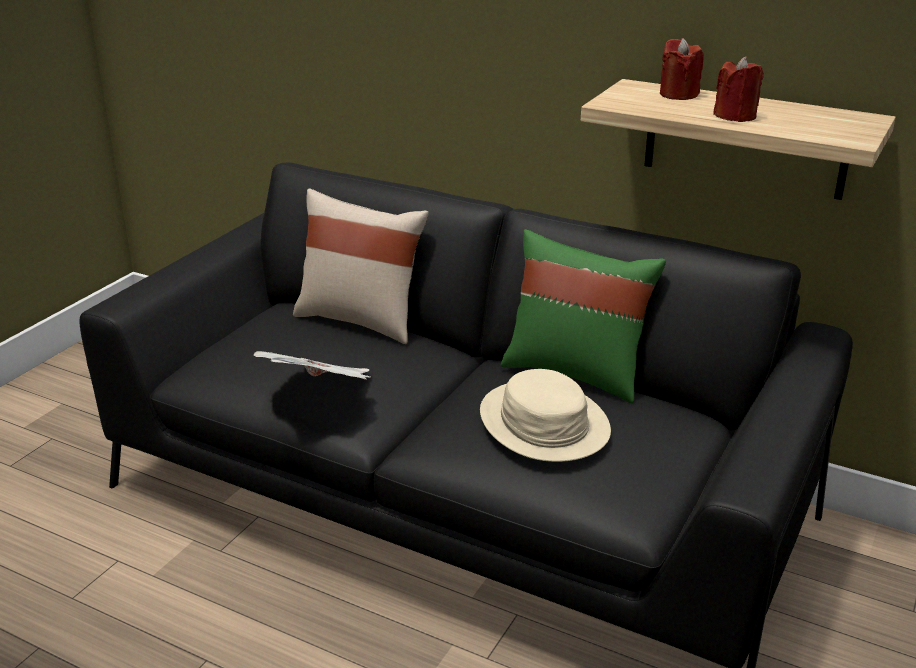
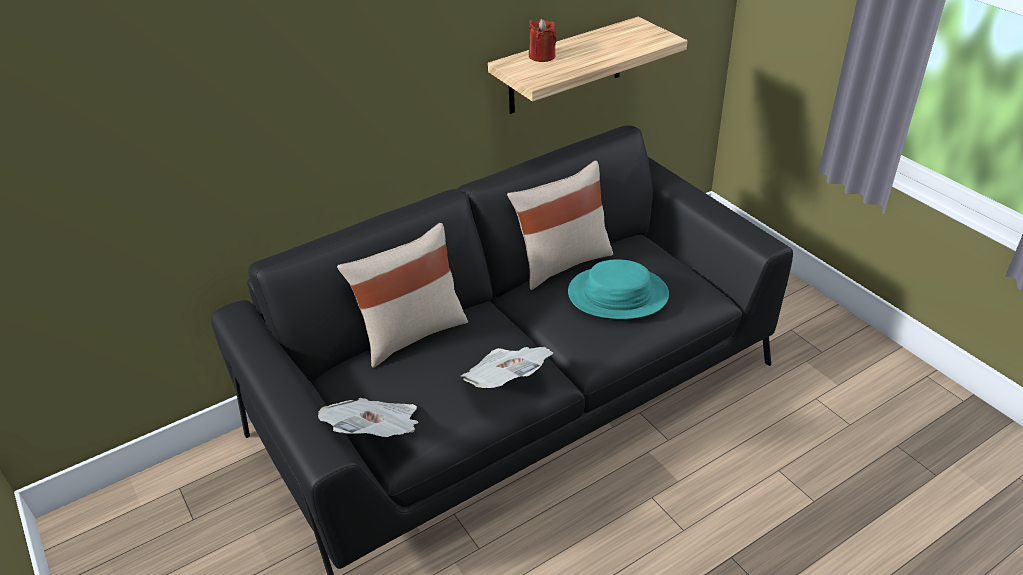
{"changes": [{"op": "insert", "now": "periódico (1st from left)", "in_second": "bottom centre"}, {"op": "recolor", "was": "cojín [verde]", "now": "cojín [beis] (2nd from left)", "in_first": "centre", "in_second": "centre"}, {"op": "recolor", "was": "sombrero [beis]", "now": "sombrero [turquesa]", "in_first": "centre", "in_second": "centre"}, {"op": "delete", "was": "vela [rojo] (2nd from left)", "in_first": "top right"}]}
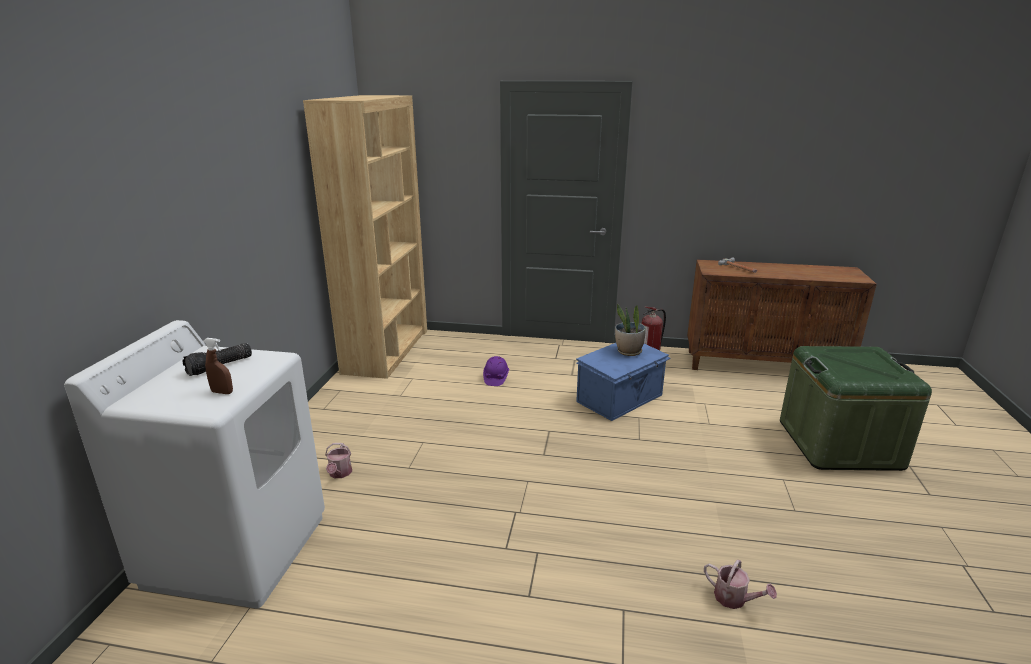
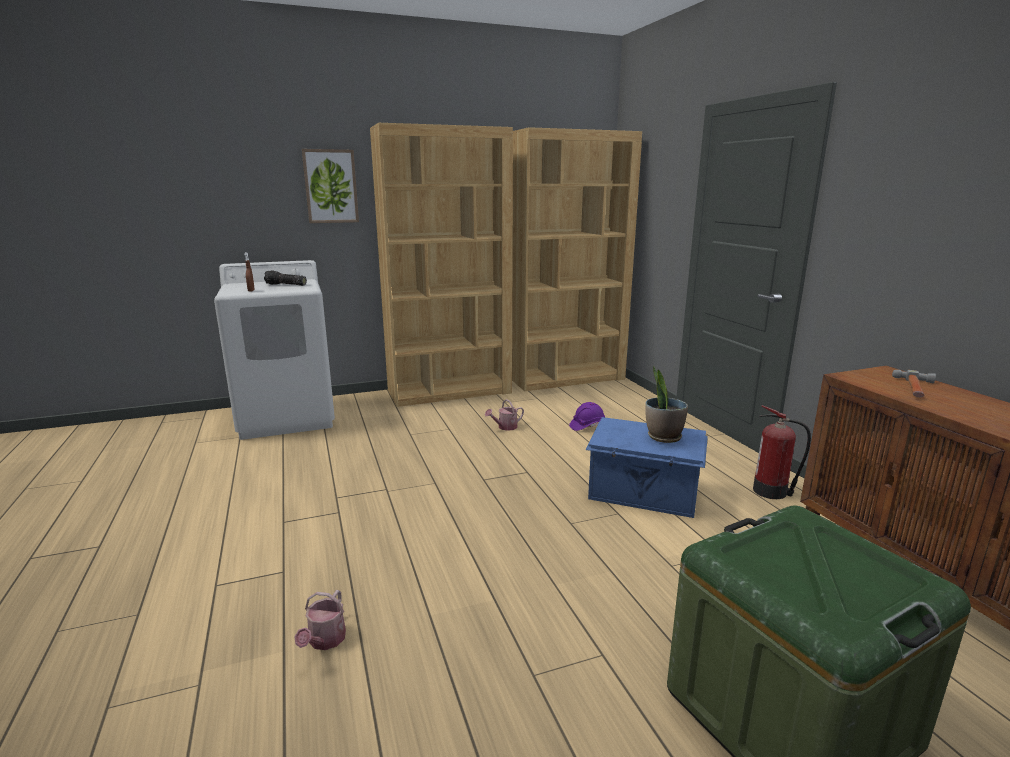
{"changes": [{"op": "insert", "now": "cuadro", "in_second": "top left"}, {"op": "insert", "now": "estantería [marrón] (1st from left)", "in_second": "centre"}, {"op": "move", "was": "regadera (1st from left in the first image)", "now": "regadera (2nd from left)", "in_first": "bottom left", "in_second": "centre"}]}
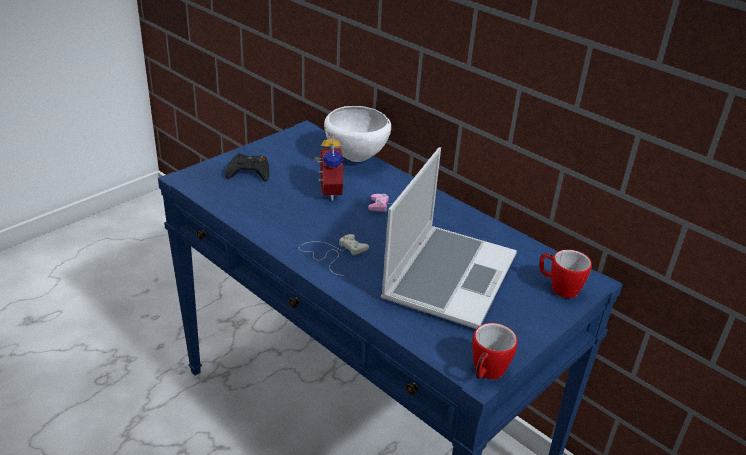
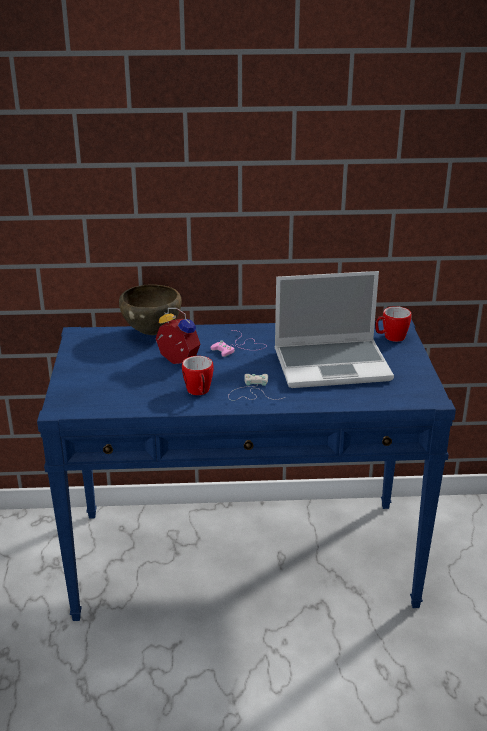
{"changes": [{"op": "recolor", "was": "cuenco [blanco]", "now": "cuenco [marrón]", "in_first": "top centre", "in_second": "middle left"}, {"op": "move", "was": "taza grande (1st from left)", "in_first": "bottom centre", "in_second": "centre"}, {"op": "rotate", "was": "portátil", "in_first": "centre", "in_second": "middle right", "clockwise": 105}, {"op": "delete", "was": "mando de consola [negro]", "in_first": "middle left"}]}
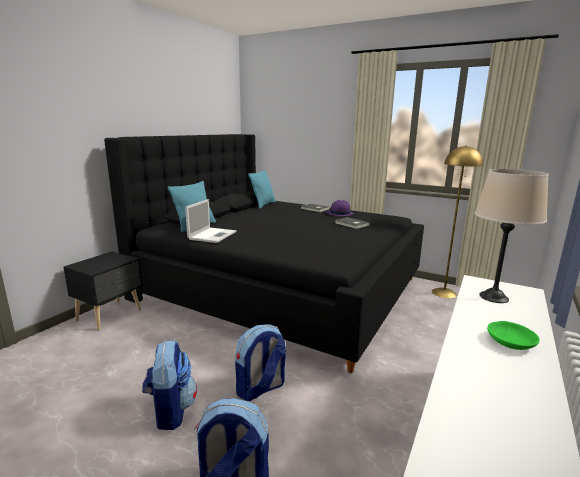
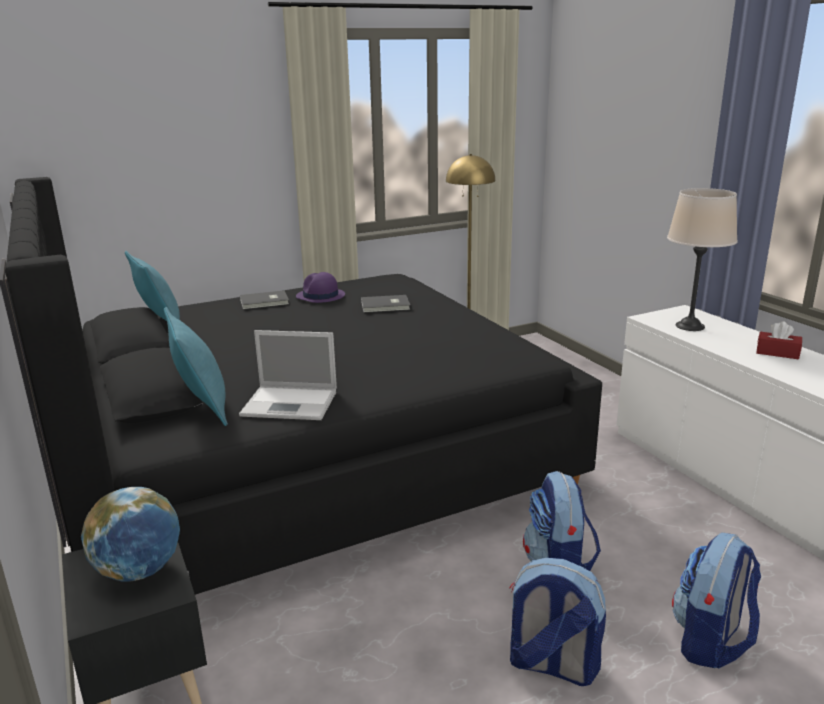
{"changes": [{"op": "insert", "now": "globo terráqueo", "in_second": "bottom left"}, {"op": "rotate", "was": "portátil", "in_first": "centre", "in_second": "centre", "clockwise": 135}, {"op": "replace", "was": "cuenco [verde]", "now": "caja de pañuelos [rojo]", "in_first": "bottom right", "in_second": "middle right"}]}
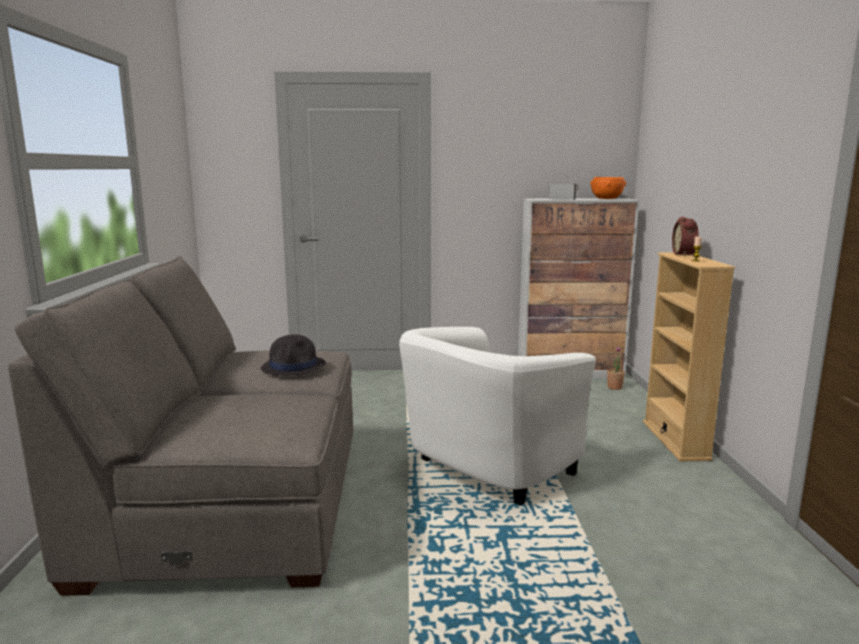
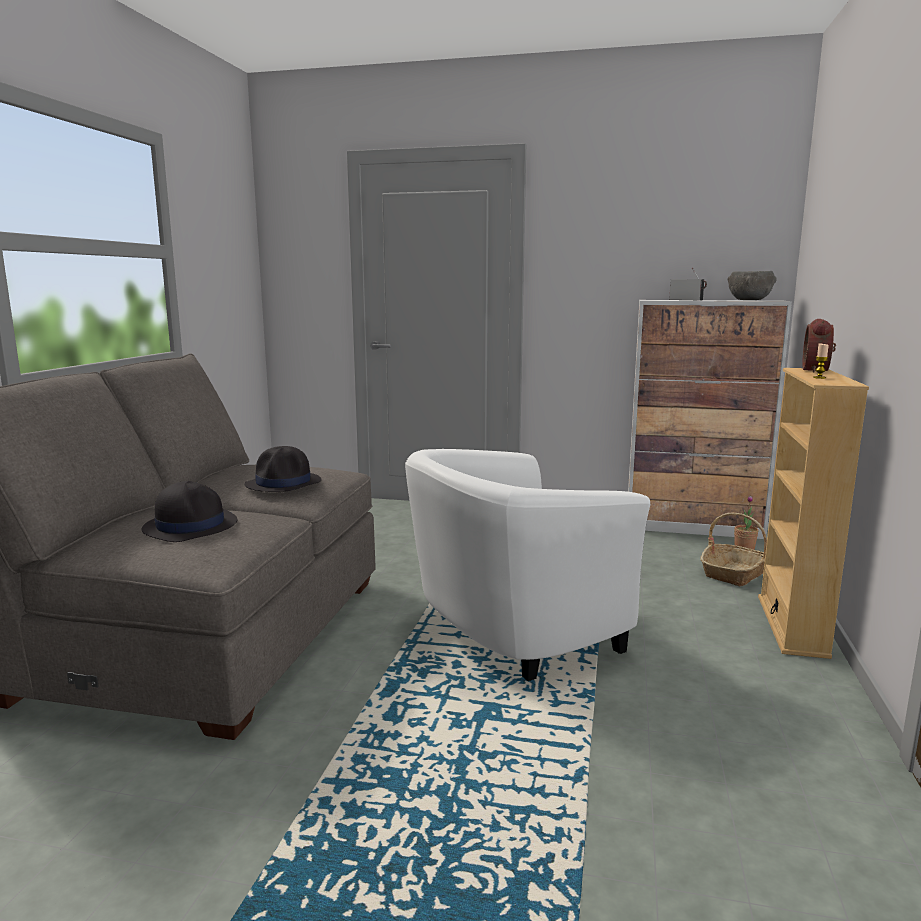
{"changes": [{"op": "insert", "now": "sombrero [negro] (1st from left)", "in_second": "middle left"}, {"op": "insert", "now": "cesta", "in_second": "middle right"}, {"op": "recolor", "was": "cuenco [naranja]", "now": "cuenco [gris]", "in_first": "top right", "in_second": "top right"}]}
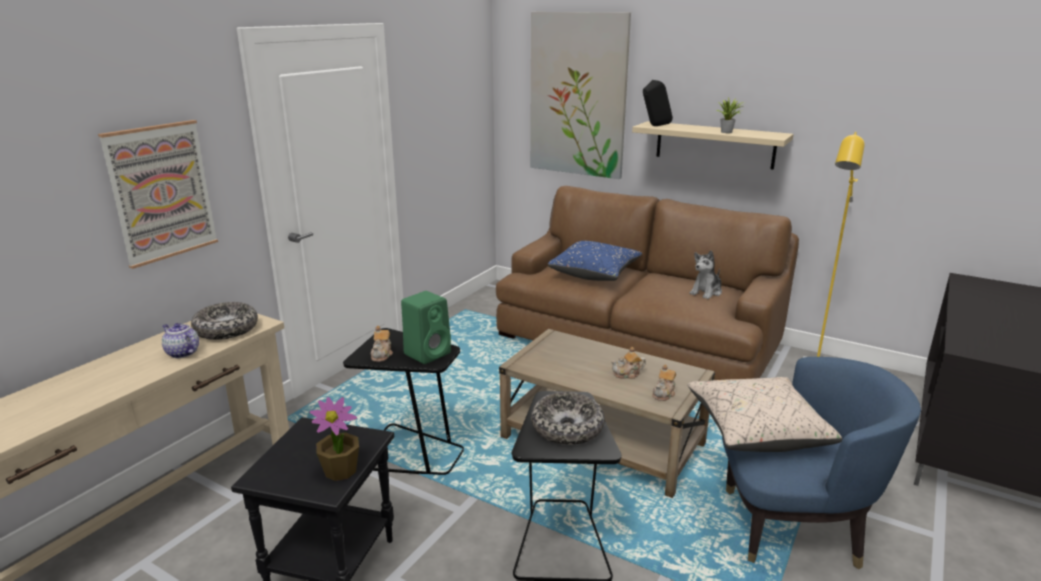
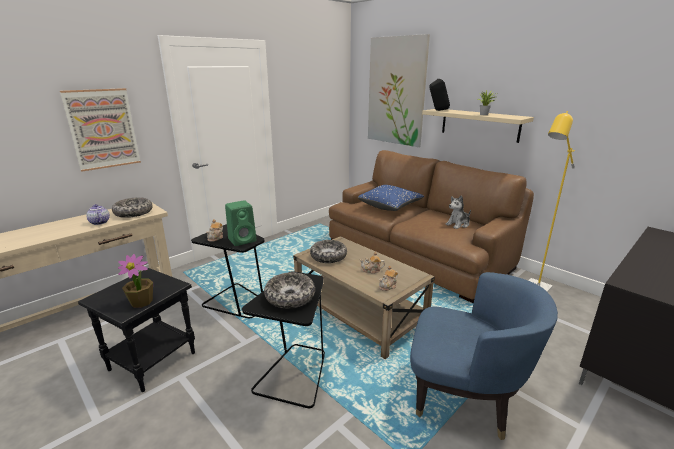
{"changes": [{"op": "insert", "now": "cuenco (3rd from left)", "in_second": "centre"}, {"op": "delete", "was": "cojín [beis]", "in_first": "bottom right"}]}
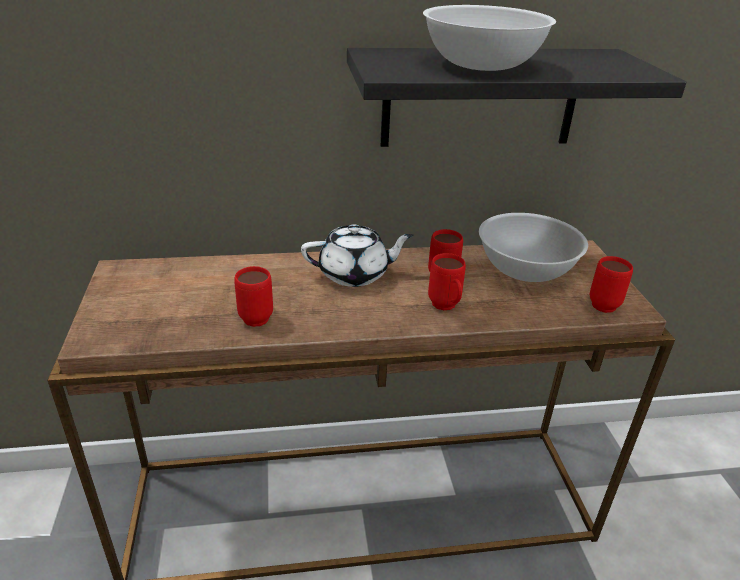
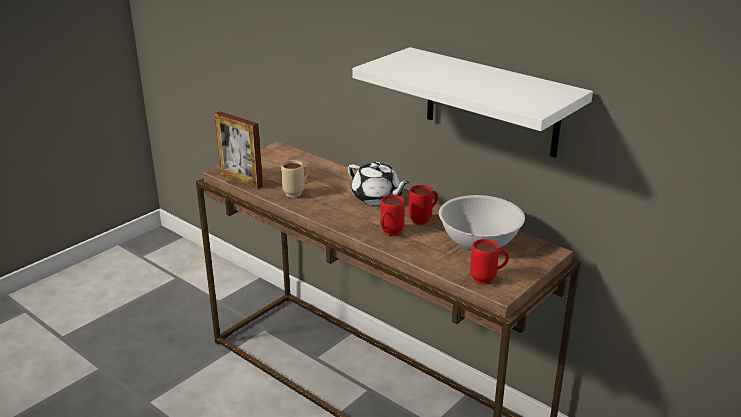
{"changes": [{"op": "insert", "now": "portarretratos", "in_second": "middle left"}, {"op": "recolor", "was": "taza grande [rojo] (1st from left)", "now": "taza grande [beis]", "in_first": "centre", "in_second": "centre"}, {"op": "recolor", "was": "estante [negro]", "now": "estante [blanco]", "in_first": "top right", "in_second": "top centre"}, {"op": "delete", "was": "cuenco [blanco] (1st from left)", "in_first": "top centre"}]}
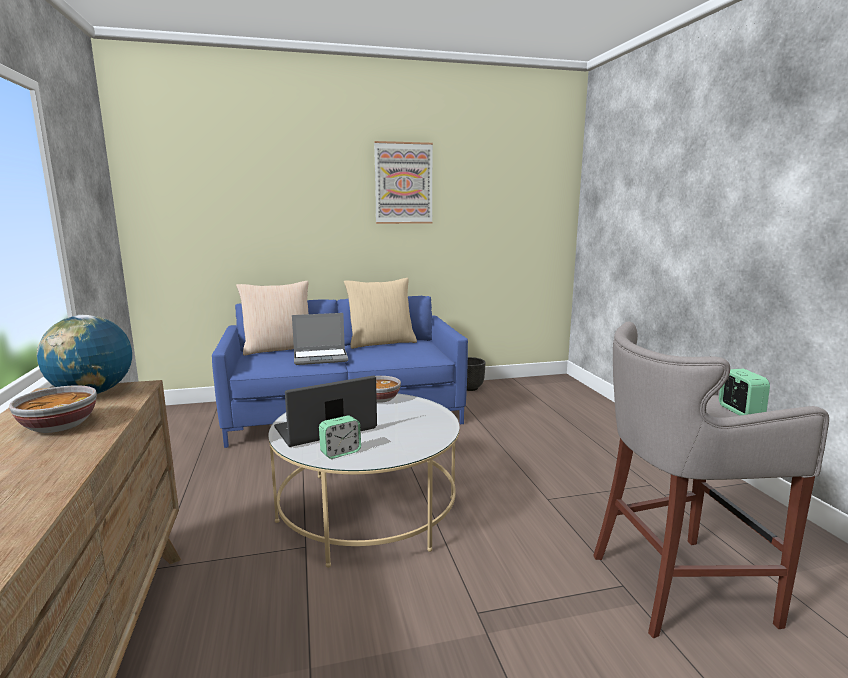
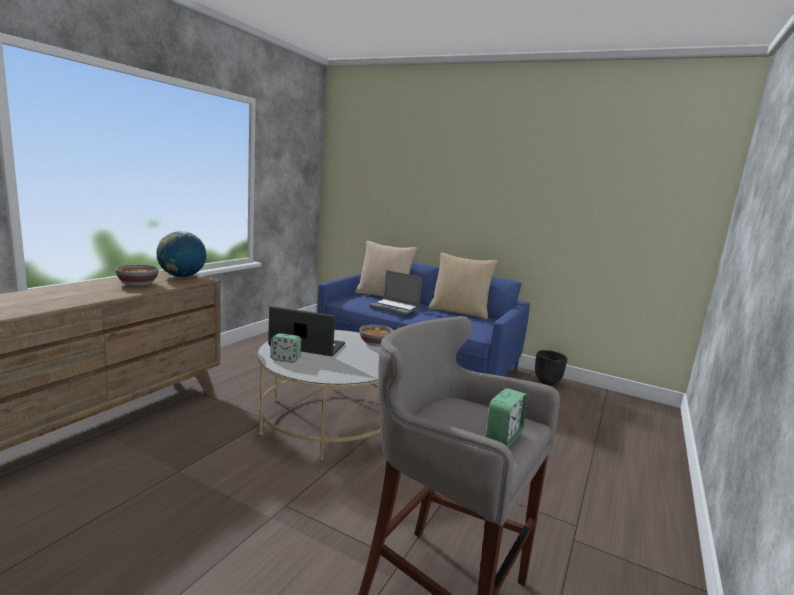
{"changes": [{"op": "delete", "was": "cuadro", "in_first": "top centre"}]}
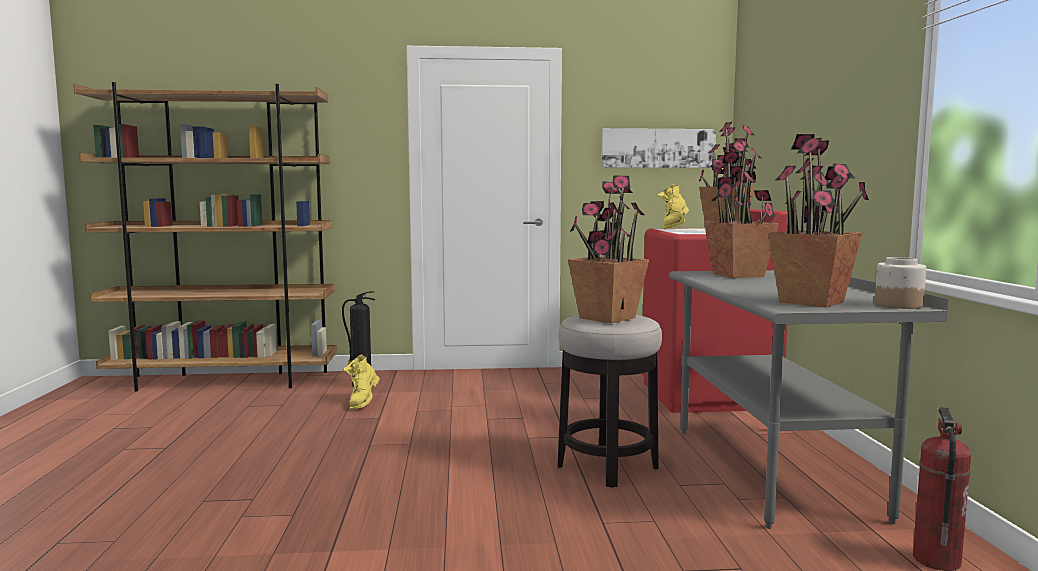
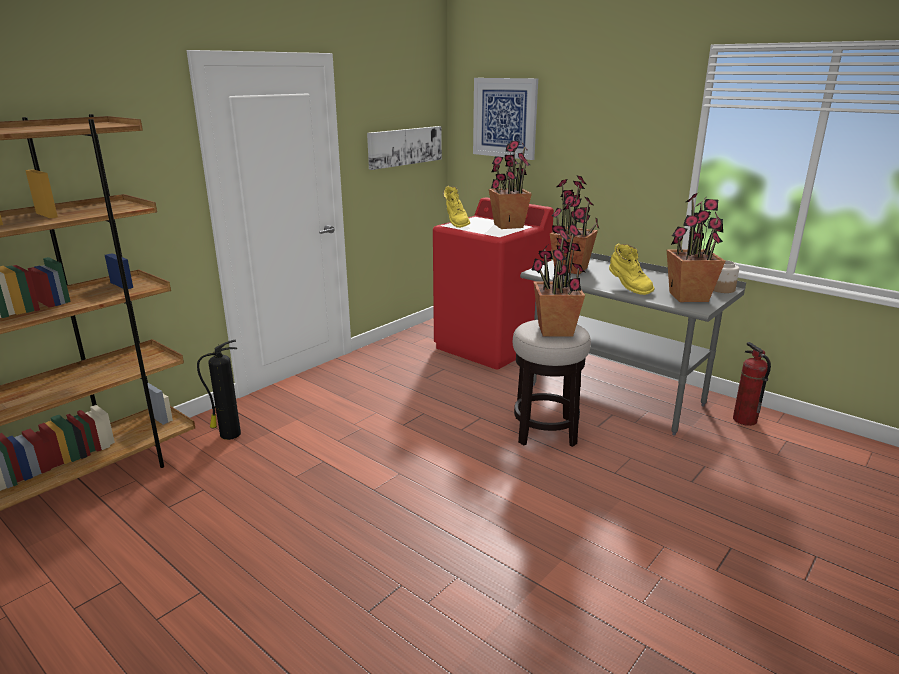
{"changes": [{"op": "insert", "now": "cuadro (2nd from left)", "in_second": "top centre"}, {"op": "move", "was": "bota [amarillo] (1st from left in the first image)", "now": "bota [amarillo] (2nd from left)", "in_first": "bottom centre", "in_second": "middle right"}]}
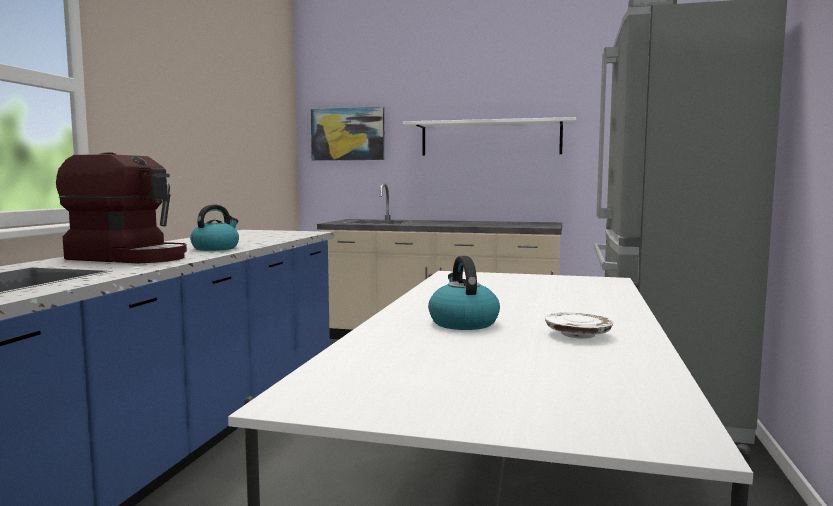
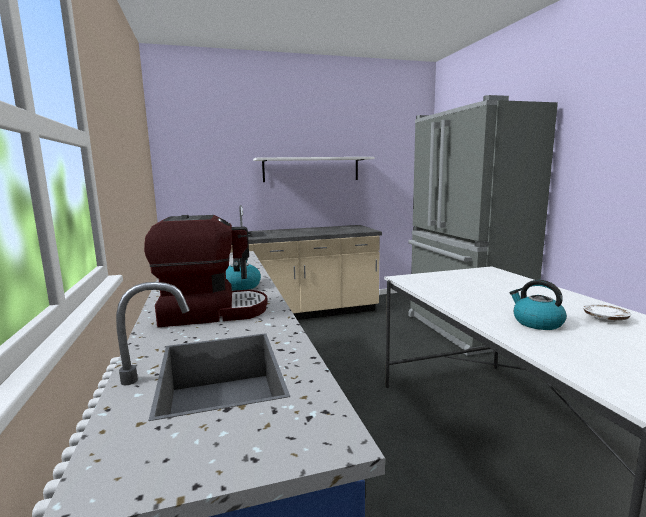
{"changes": [{"op": "delete", "was": "cuadro", "in_first": "top centre"}]}
